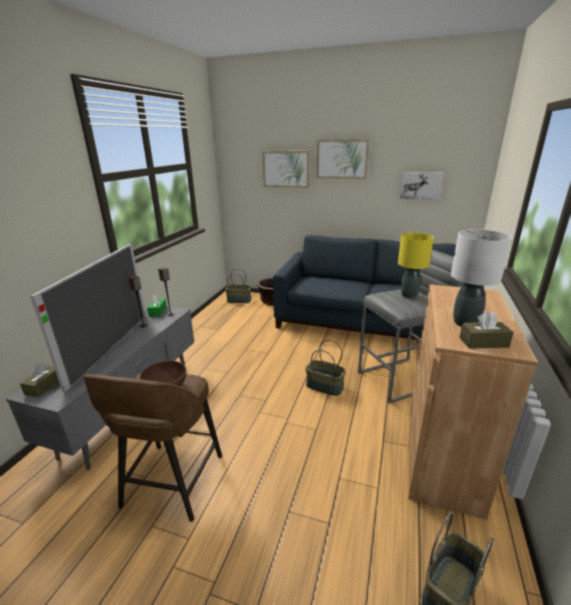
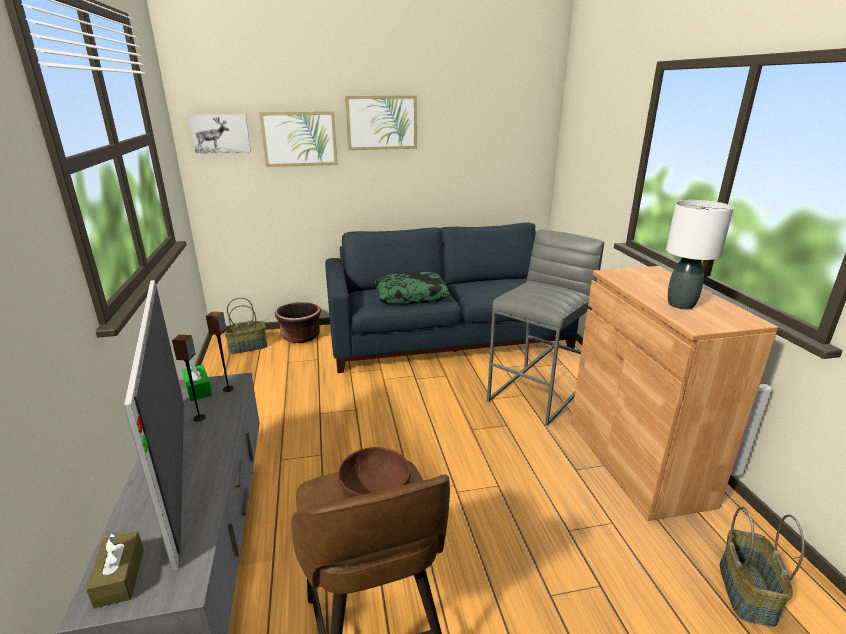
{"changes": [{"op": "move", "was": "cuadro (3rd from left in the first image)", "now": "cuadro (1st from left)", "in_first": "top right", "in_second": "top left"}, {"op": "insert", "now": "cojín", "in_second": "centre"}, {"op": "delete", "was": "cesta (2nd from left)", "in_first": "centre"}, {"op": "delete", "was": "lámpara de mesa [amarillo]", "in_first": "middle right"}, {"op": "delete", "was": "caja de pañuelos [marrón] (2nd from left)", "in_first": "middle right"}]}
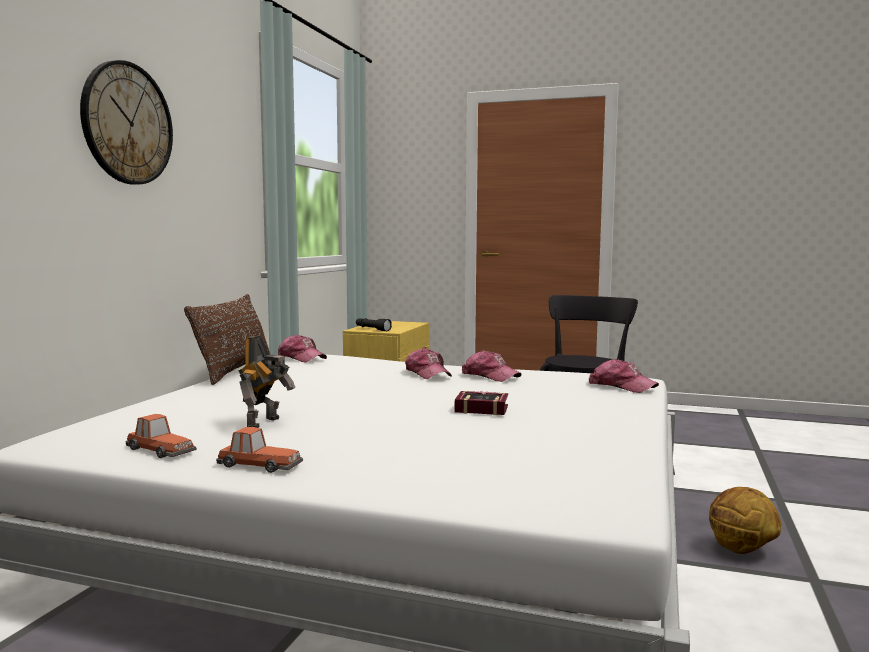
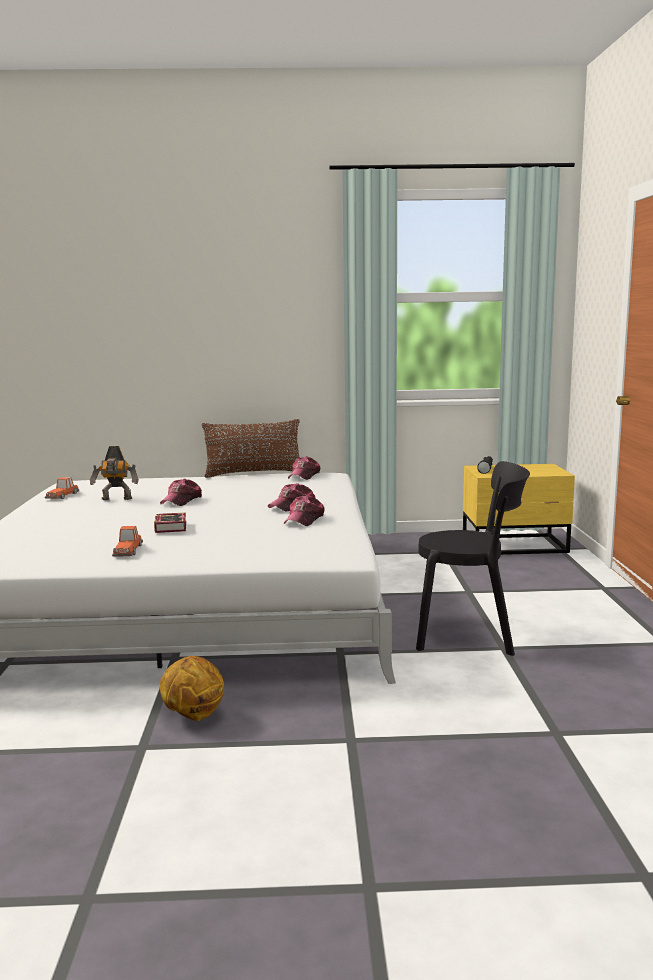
{"changes": [{"op": "move", "was": "coche de juguete (2nd from left)", "in_first": "bottom left", "in_second": "middle left"}, {"op": "move", "was": "gorra (4th from left in the first image)", "now": "gorra (1st from left)", "in_first": "middle right", "in_second": "middle left"}, {"op": "delete", "was": "reloj de pared", "in_first": "top left"}]}
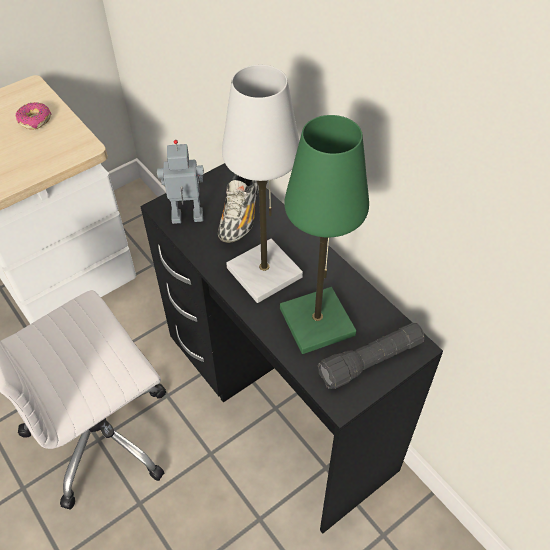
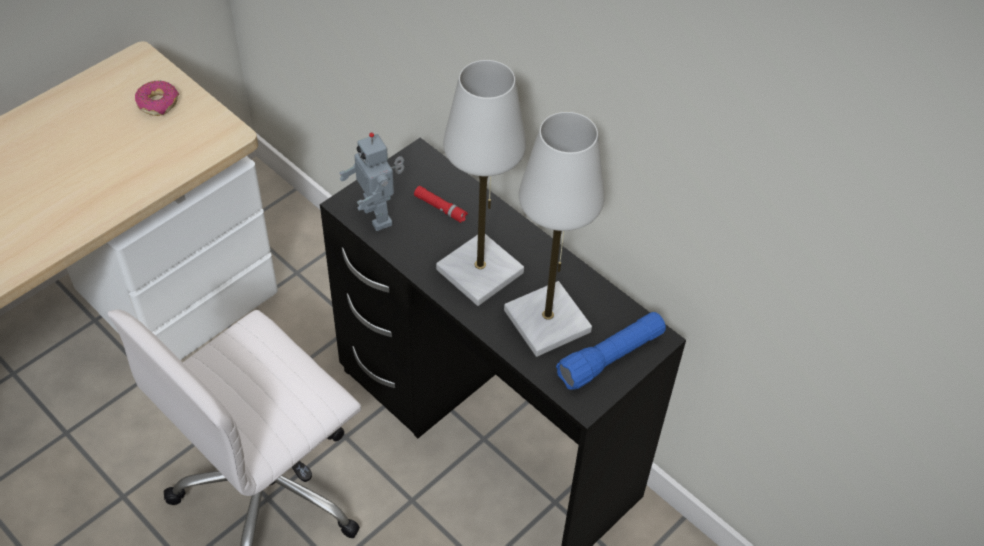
{"changes": [{"op": "rotate", "was": "robot de juguete", "in_first": "top left", "in_second": "top centre", "clockwise": -105}, {"op": "replace", "was": "zapato", "now": "linterna [rojo]", "in_first": "centre", "in_second": "centre"}, {"op": "recolor", "was": "lámpara de mesa [verde]", "now": "lámpara de mesa [blanco] (2nd from left)", "in_first": "centre", "in_second": "centre"}, {"op": "recolor", "was": "linterna [negro]", "now": "linterna [azul]", "in_first": "middle right", "in_second": "centre"}]}
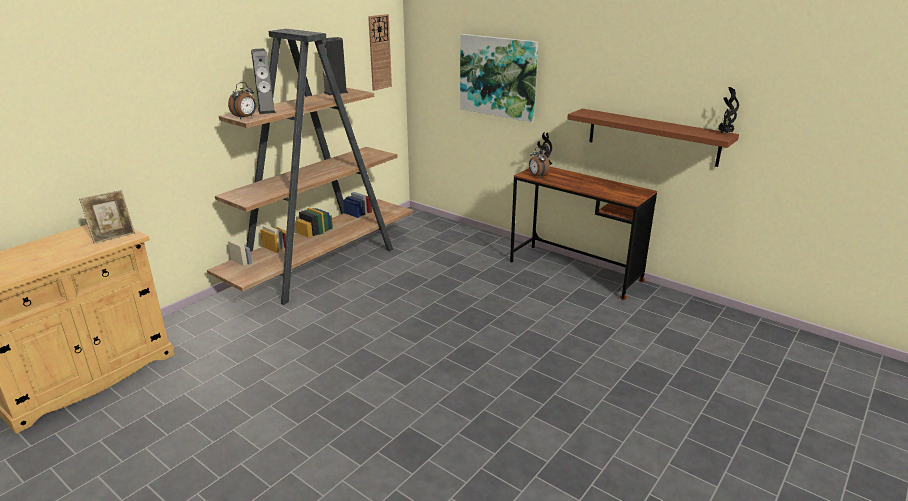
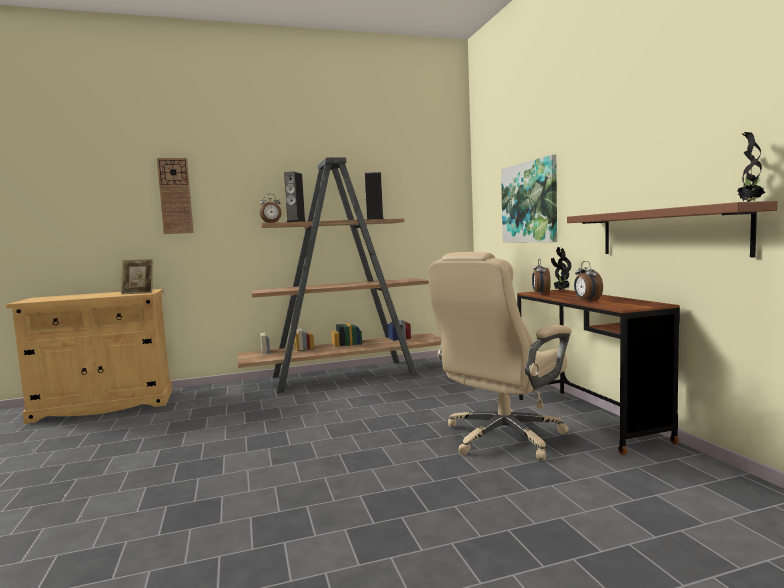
{"changes": [{"op": "move", "was": "reloj de pared", "in_first": "top centre", "in_second": "middle left"}, {"op": "insert", "now": "silla de oficina [beis]", "in_second": "centre"}, {"op": "insert", "now": "despertador (3rd from left)", "in_second": "middle right"}]}
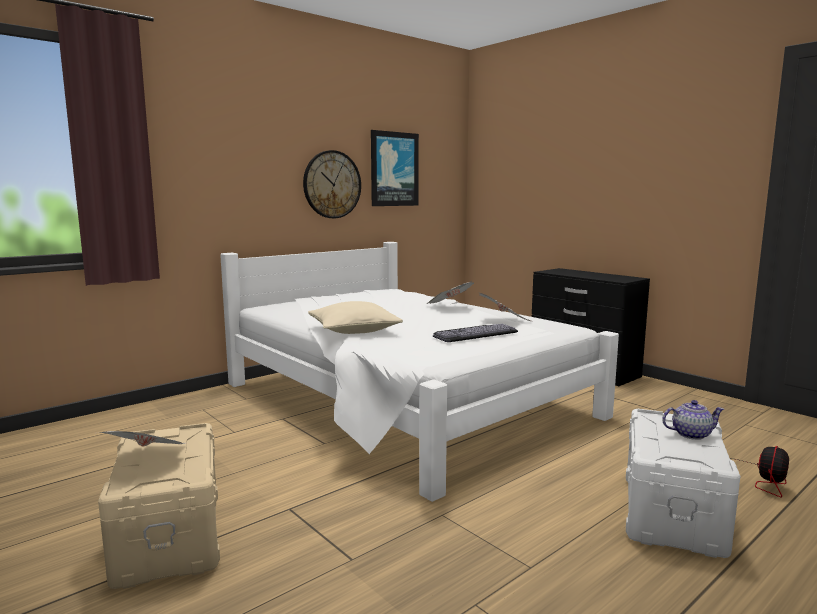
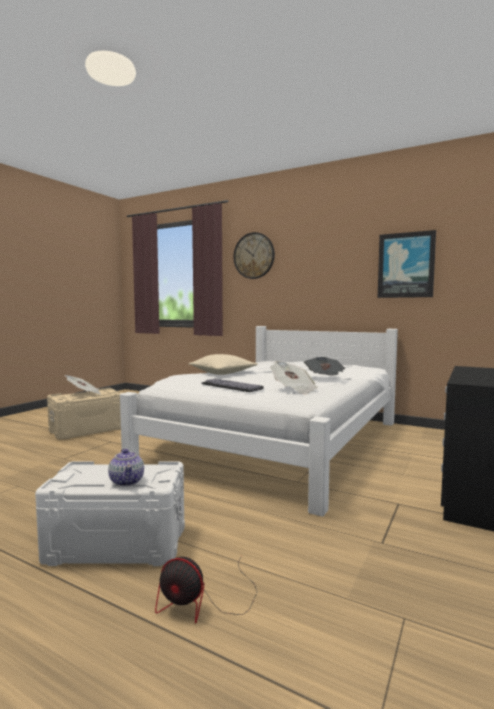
{"changes": [{"op": "move", "was": "reloj de pared", "in_first": "top centre", "in_second": "centre"}]}
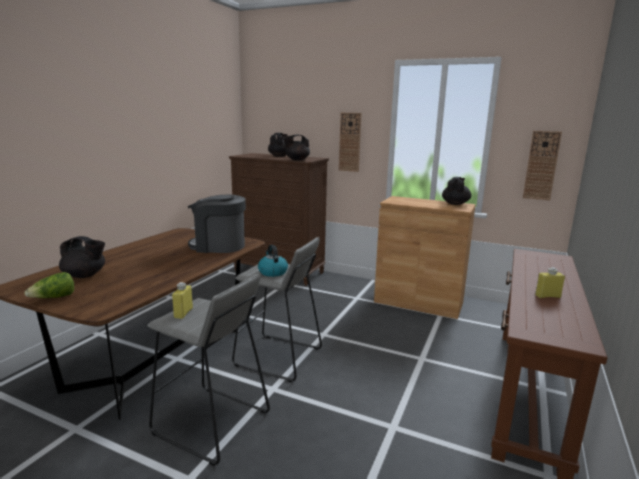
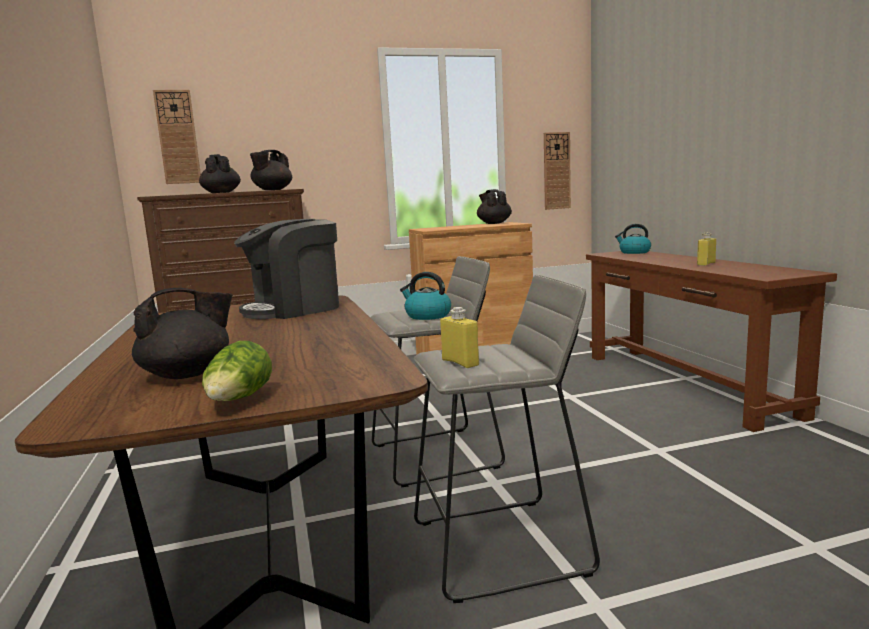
{"changes": [{"op": "move", "was": "reloj de pared (1st from left)", "in_first": "top centre", "in_second": "top left"}, {"op": "insert", "now": "hervidor (2nd from left)", "in_second": "middle right"}]}
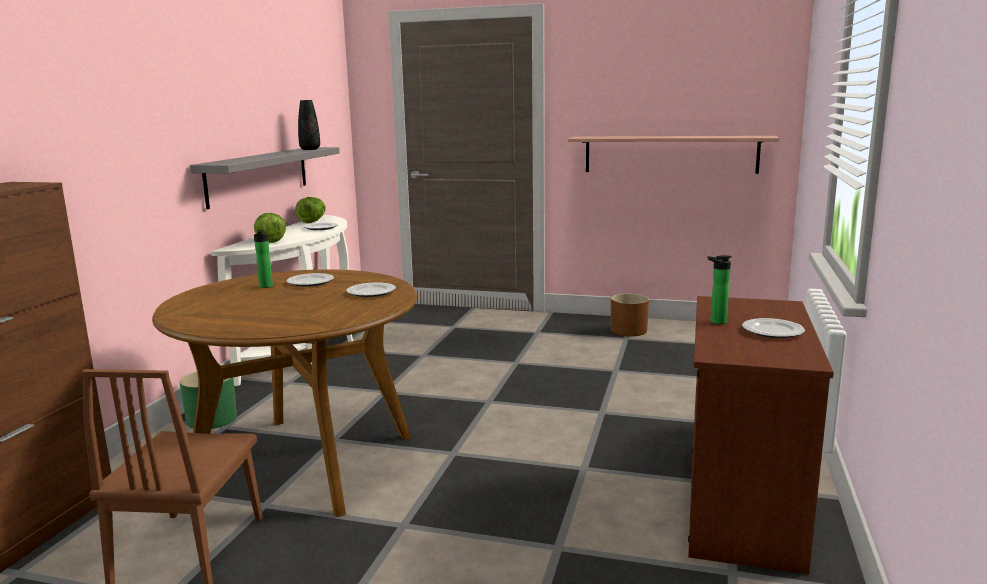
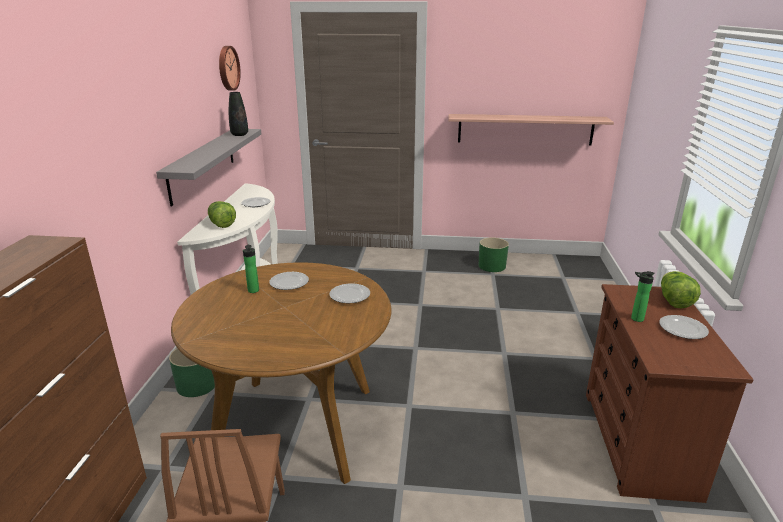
{"changes": [{"op": "insert", "now": "reloj de pared", "in_second": "top left"}, {"op": "recolor", "was": "maceta [marrón]", "now": "maceta [verde] (2nd from left)", "in_first": "centre", "in_second": "centre"}, {"op": "move", "was": "lechuga (2nd from left)", "in_first": "middle left", "in_second": "middle right"}]}
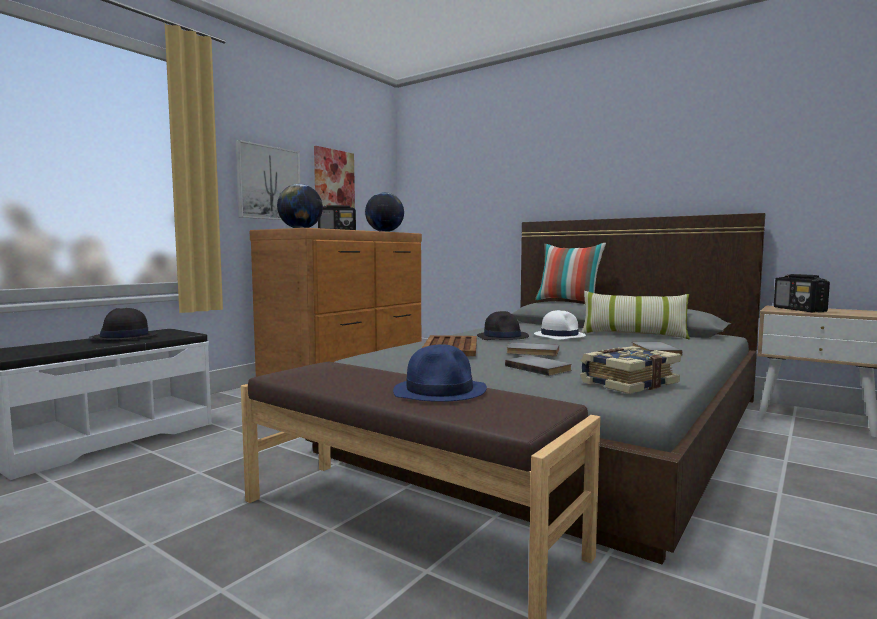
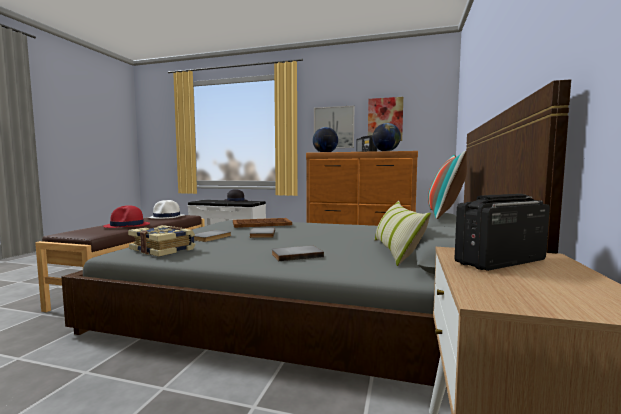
{"changes": [{"op": "recolor", "was": "sombrero [azul]", "now": "sombrero [rojo]", "in_first": "centre", "in_second": "middle left"}, {"op": "move", "was": "sombrero [blanco]", "in_first": "centre", "in_second": "middle left"}, {"op": "delete", "was": "sombrero [negro] (2nd from left)", "in_first": "centre"}]}
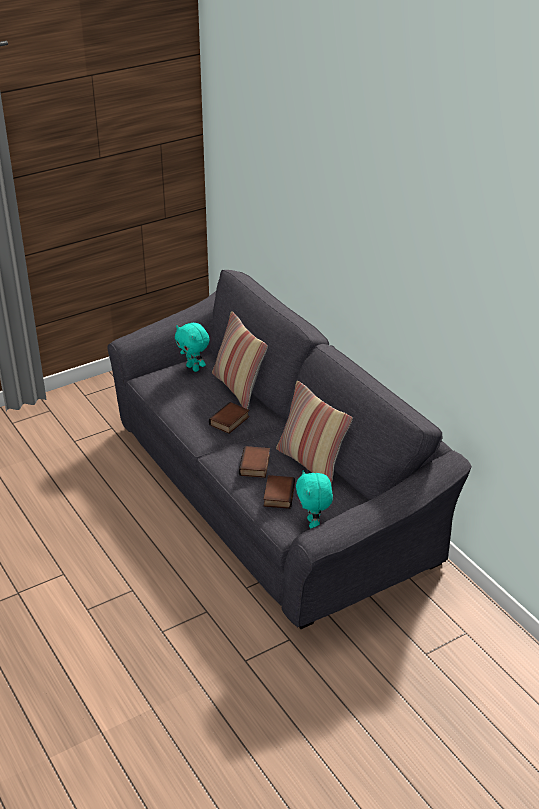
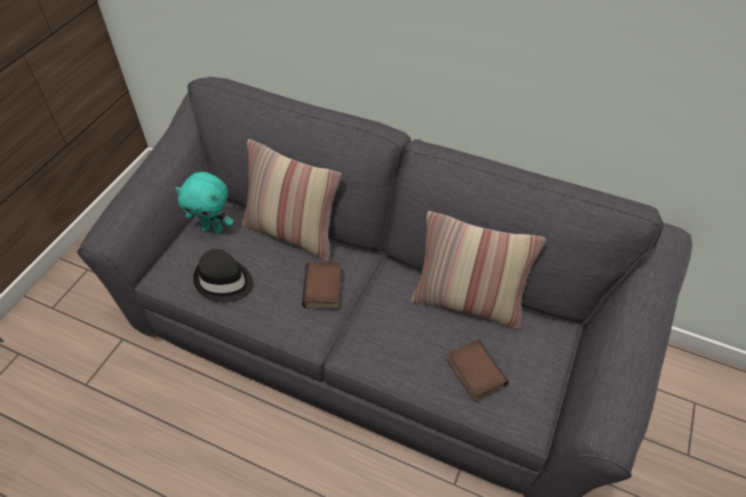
{"changes": [{"op": "insert", "now": "sombrero [negro]", "in_second": "middle left"}, {"op": "delete", "was": "libro (2nd from left)", "in_first": "centre"}, {"op": "delete", "was": "peluche [turquesa] (2nd from left)", "in_first": "centre"}]}
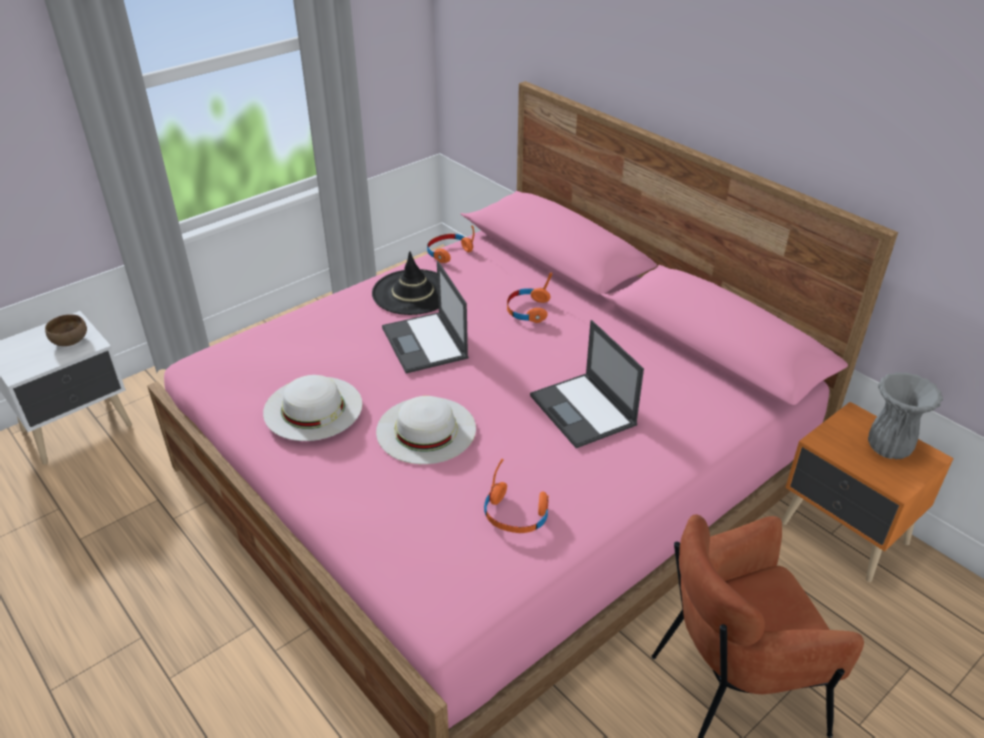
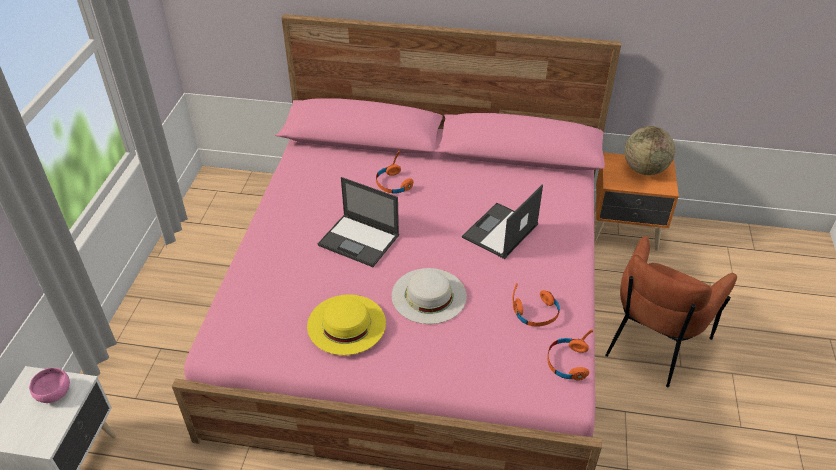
{"changes": [{"op": "recolor", "was": "cuenco [marrón]", "now": "cuenco [rosa]", "in_first": "middle left", "in_second": "bottom left"}, {"op": "recolor", "was": "sombrero [blanco] (1st from left)", "now": "sombrero [amarillo]", "in_first": "middle left", "in_second": "bottom centre"}, {"op": "rotate", "was": "portátil (2nd from left)", "in_first": "centre", "in_second": "centre", "clockwise": 105}, {"op": "move", "was": "auriculares [naranja] (1st from left in the first image)", "now": "auriculares [naranja] (3rd from left)", "in_first": "top centre", "in_second": "bottom right"}, {"op": "replace", "was": "florero [gris]", "now": "globo terráqueo", "in_first": "middle right", "in_second": "top right"}, {"op": "delete", "was": "sombrero [negro]", "in_first": "centre"}]}
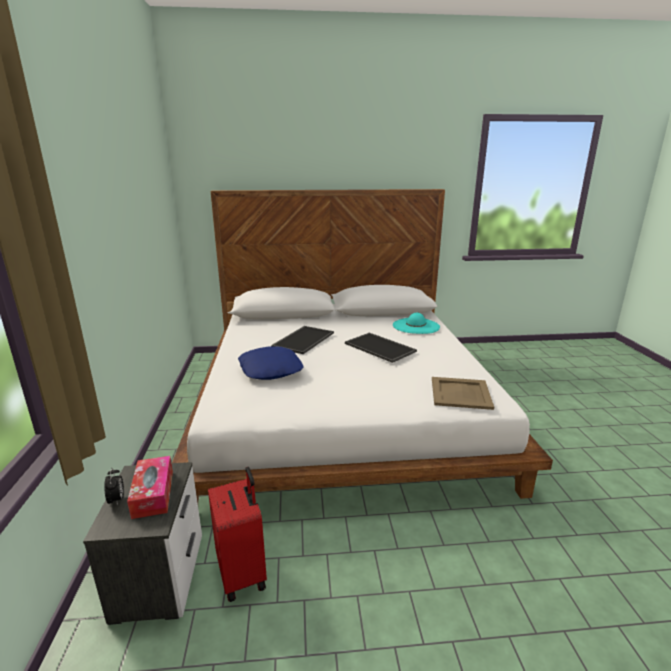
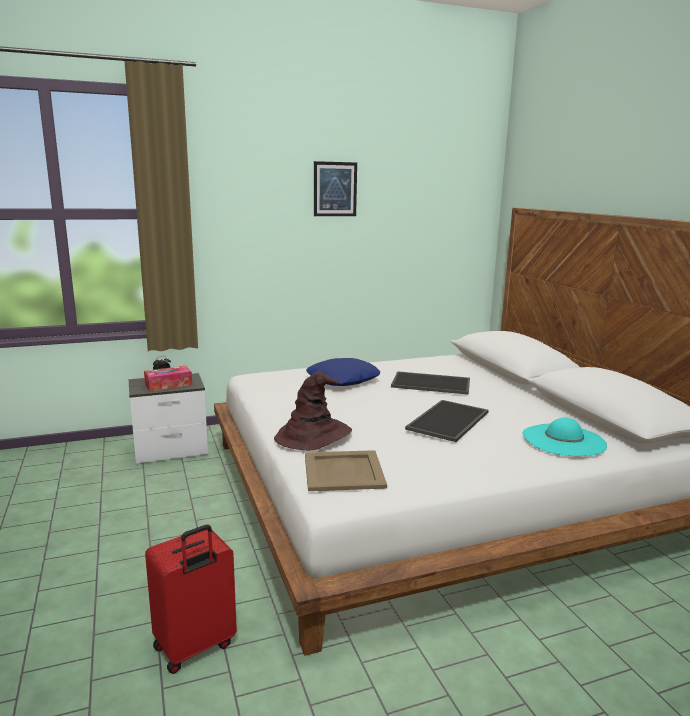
{"changes": [{"op": "move", "was": "maleta [rojo]", "in_first": "bottom centre", "in_second": "bottom left"}, {"op": "insert", "now": "sombrero [marrón]", "in_second": "centre"}, {"op": "insert", "now": "cuadro", "in_second": "top centre"}]}
